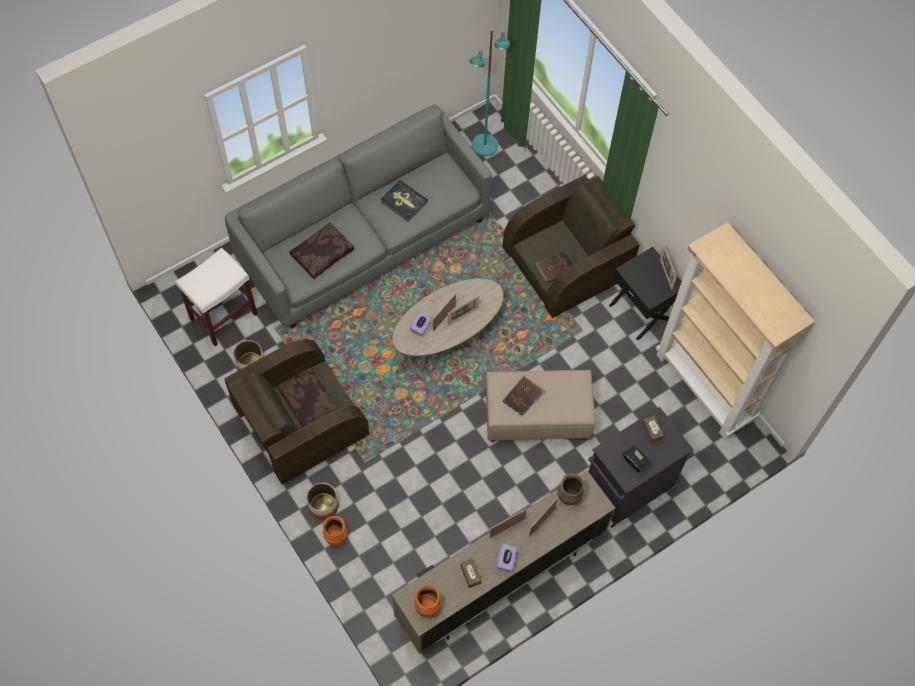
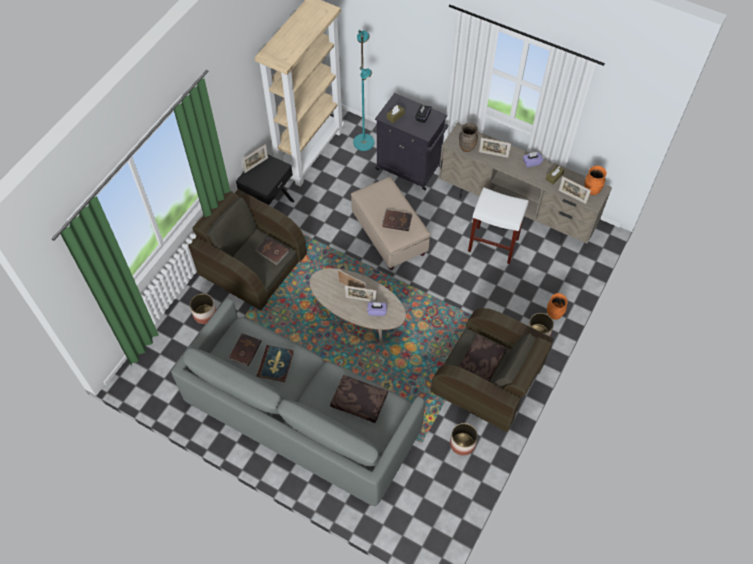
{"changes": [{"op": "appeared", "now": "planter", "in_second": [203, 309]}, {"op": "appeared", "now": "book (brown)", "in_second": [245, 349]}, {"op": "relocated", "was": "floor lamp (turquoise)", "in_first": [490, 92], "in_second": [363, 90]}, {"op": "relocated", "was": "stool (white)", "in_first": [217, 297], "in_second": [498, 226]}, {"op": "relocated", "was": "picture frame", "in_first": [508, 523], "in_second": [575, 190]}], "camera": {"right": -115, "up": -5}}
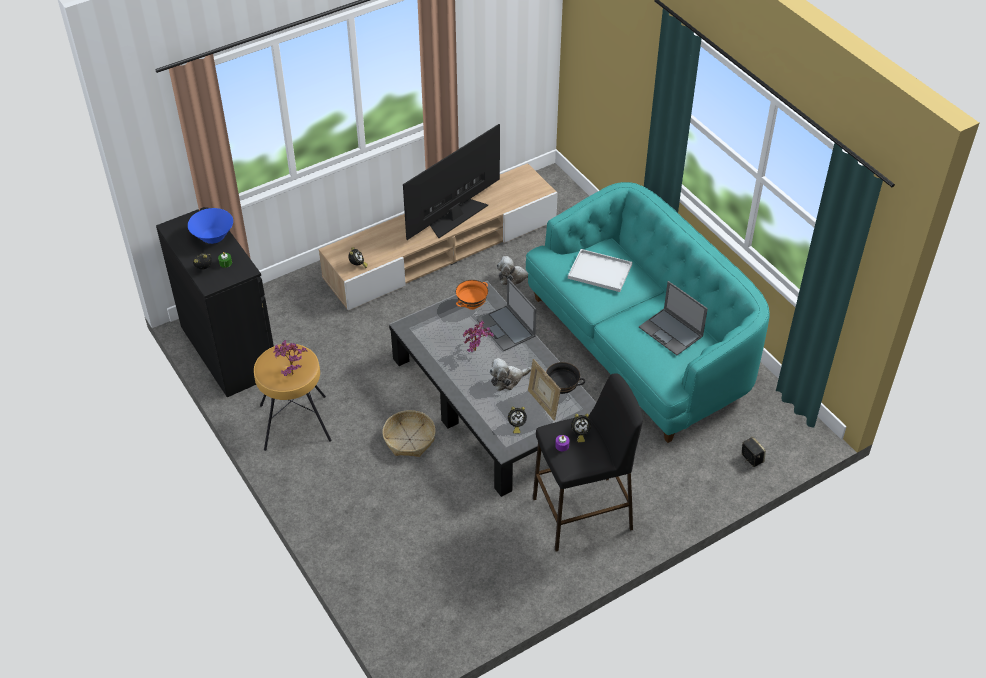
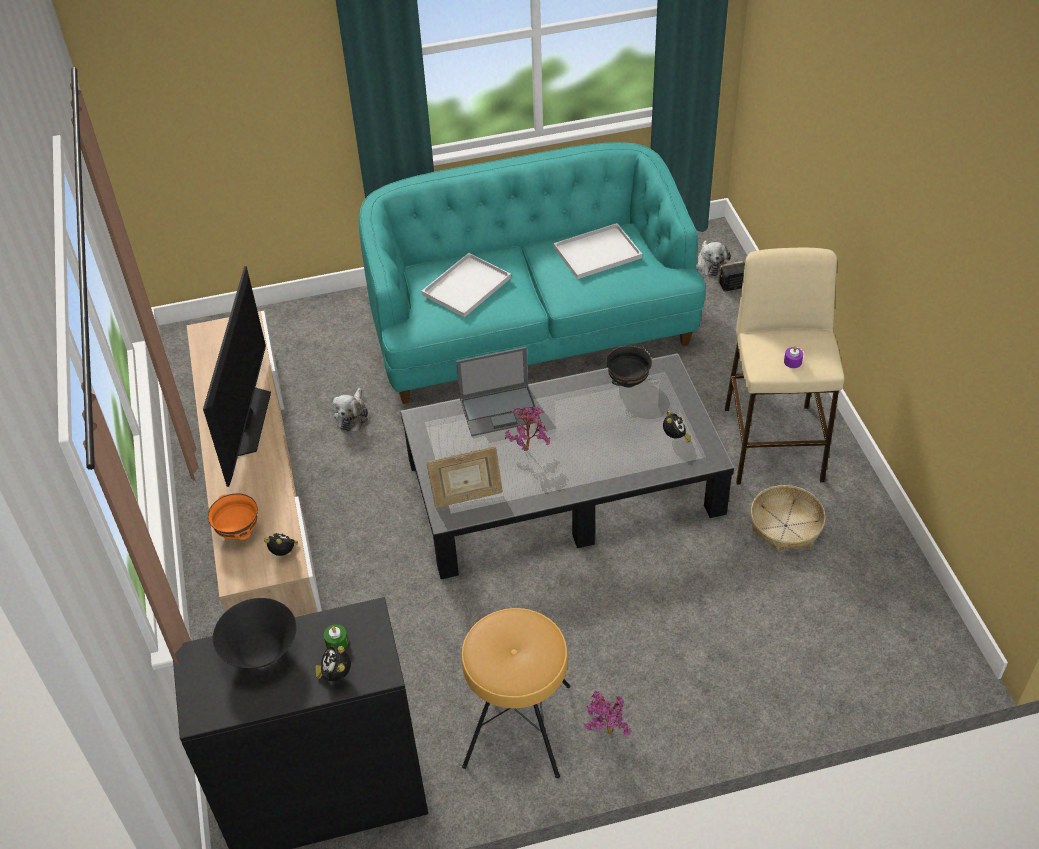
{"changes": [{"op": "spun", "was": "television", "in_first": [451, 182], "in_second": [237, 376], "clockwise": -150}, {"op": "relocated", "was": "bowl (orange)", "in_first": [472, 295], "in_second": [233, 516]}, {"op": "colour", "was": "bowl (blue)", "now": "bowl (black)", "in_first": [210, 226], "in_second": [255, 633]}, {"op": "relocated", "was": "picture frame", "in_first": [544, 390], "in_second": [464, 477]}, {"op": "exchanged", "was": "laptop", "now": "tray (white)", "in_first": [673, 318], "in_second": [598, 251]}, {"op": "relocated", "was": "potted plant", "in_first": [290, 358], "in_second": [607, 714]}, {"op": "relocated", "was": "plush toy", "in_first": [510, 374], "in_second": [713, 258]}, {"op": "colour", "was": "stool (black)", "now": "stool (beige)", "in_first": [588, 462], "in_second": [785, 366]}, {"op": "relocated", "was": "basket", "in_first": [409, 433], "in_second": [788, 518]}, {"op": "missing", "was": "alarm clock", "in_first": [581, 428]}], "camera": {"right": -70, "up": 0}}
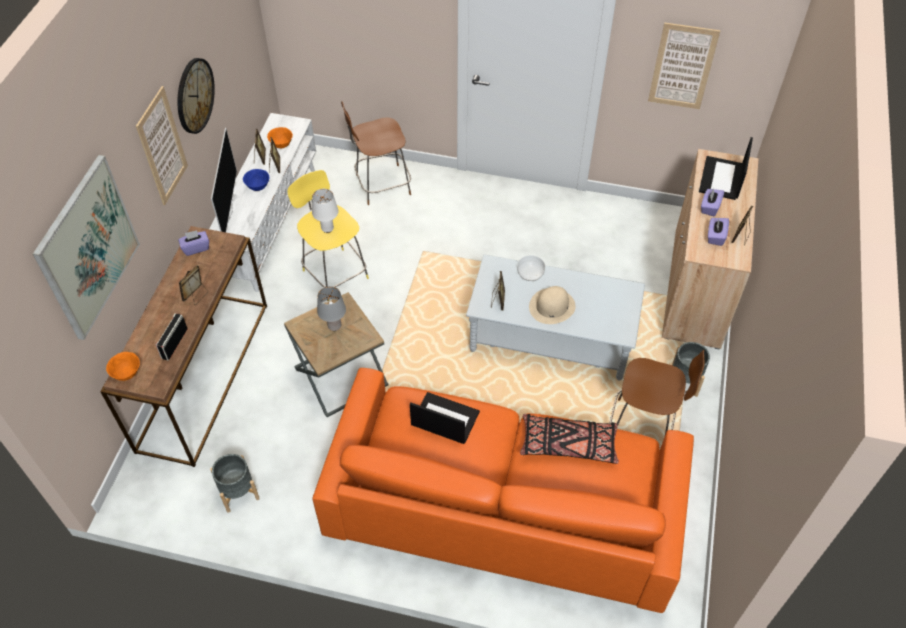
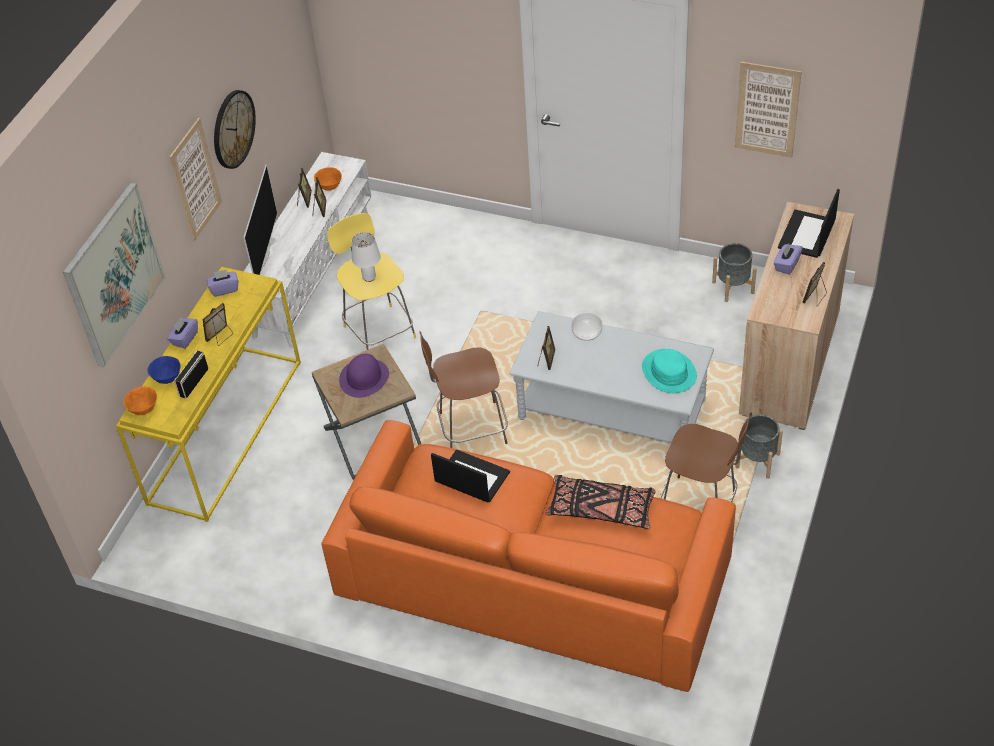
{"changes": [{"op": "colour", "was": "console table (brown)", "now": "console table (yellow)", "in_first": [183, 346], "in_second": [208, 394]}, {"op": "relocated", "was": "bowl (blue)", "in_first": [256, 180], "in_second": [164, 370]}, {"op": "relocated", "was": "tissue box (purple)", "in_first": [718, 232], "in_second": [182, 333]}, {"op": "exchanged", "was": "table lamp (grey)", "now": "hat (purple)", "in_first": [331, 308], "in_second": [364, 376]}, {"op": "relocated", "was": "stool (brown)", "in_first": [376, 153], "in_second": [464, 389]}, {"op": "appeared", "now": "hat (turquoise)", "in_second": [669, 371]}, {"op": "relocated", "was": "planter (grey)", "in_first": [235, 483], "in_second": [734, 272]}, {"op": "missing", "was": "hat (beige)", "in_first": [552, 305]}], "camera": {"right": 10, "up": -5}}
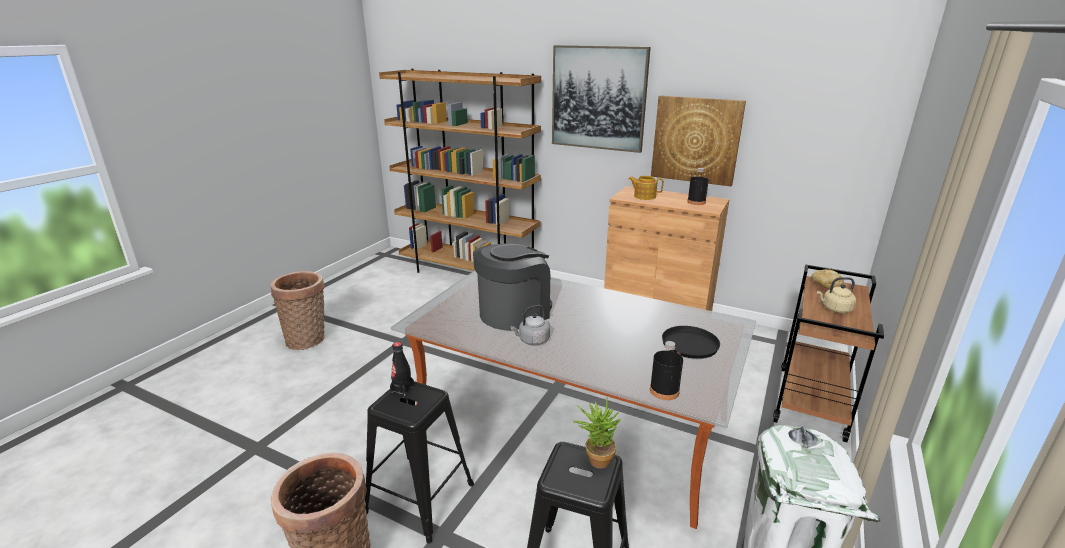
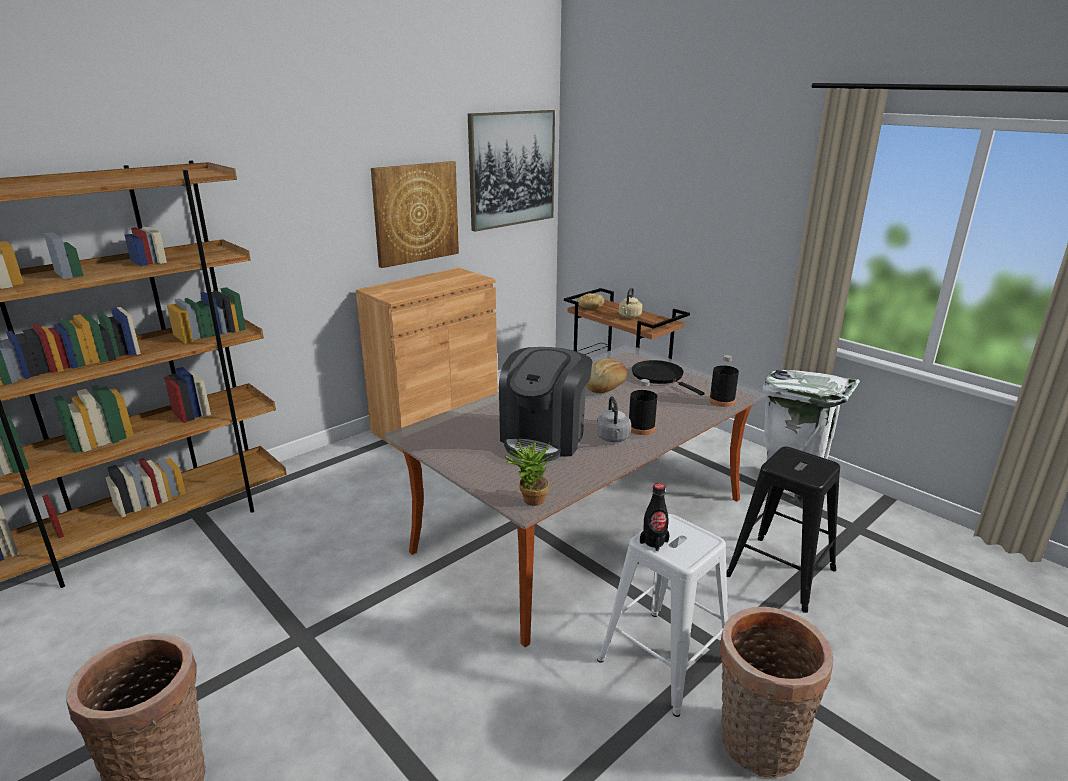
{"changes": [{"op": "relocated", "was": "picture", "in_first": [601, 99], "in_second": [511, 171]}, {"op": "spun", "was": "coffee machine", "in_first": [512, 287], "in_second": [546, 404], "clockwise": -135}, {"op": "relocated", "was": "potted plant", "in_first": [597, 433], "in_second": [528, 472]}, {"op": "appeared", "now": "bread", "in_second": [606, 375]}, {"op": "colour", "was": "stool (black)", "now": "stool (white)", "in_first": [419, 462], "in_second": [662, 615]}, {"op": "relocated", "was": "bottle (black)", "in_first": [698, 186], "in_second": [643, 407]}, {"op": "missing", "was": "teapot", "in_first": [645, 188]}], "camera": {"right": -70, "up": 0}}
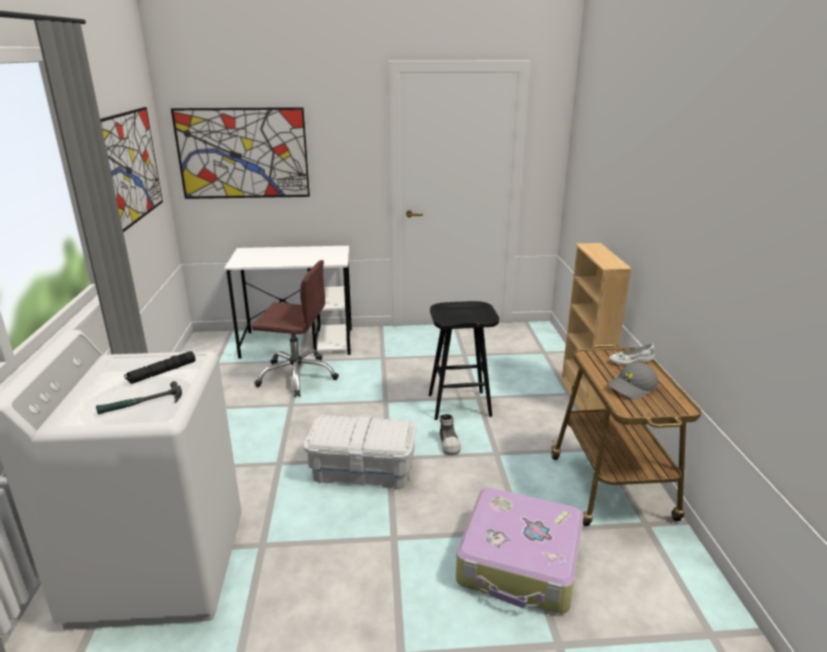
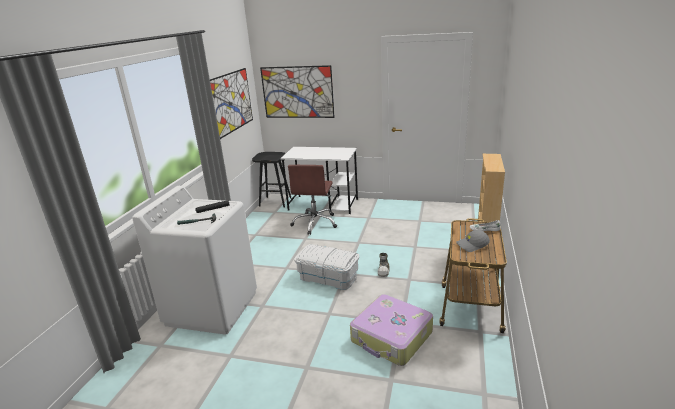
{"changes": [{"op": "relocated", "was": "stool (black)", "in_first": [464, 360], "in_second": [272, 180]}, {"op": "spun", "was": "office chair (brown)", "in_first": [295, 328], "in_second": [312, 200], "clockwise": 75}], "camera": {"right": 20, "up": 0}}
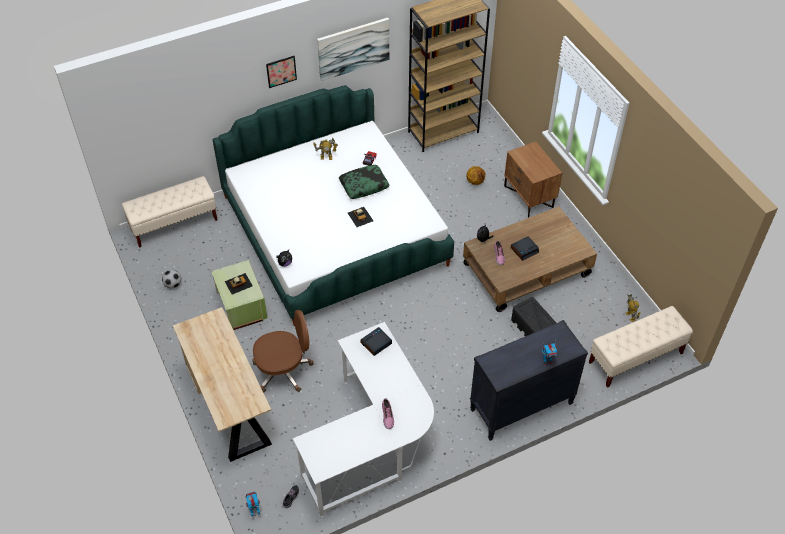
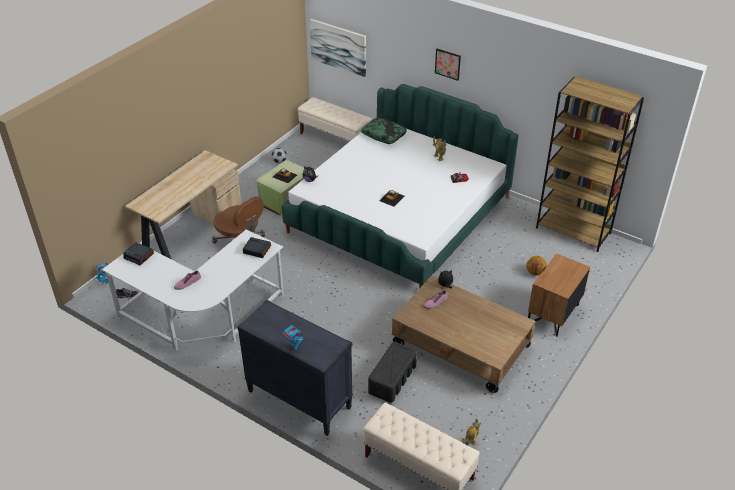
{"changes": [{"op": "relocated", "was": "alarm clock", "in_first": [525, 248], "in_second": [138, 254]}, {"op": "relocated", "was": "picture", "in_first": [353, 49], "in_second": [338, 48]}, {"op": "relocated", "was": "pillow", "in_first": [364, 182], "in_second": [384, 131]}], "camera": {"right": 60, "up": -10}}
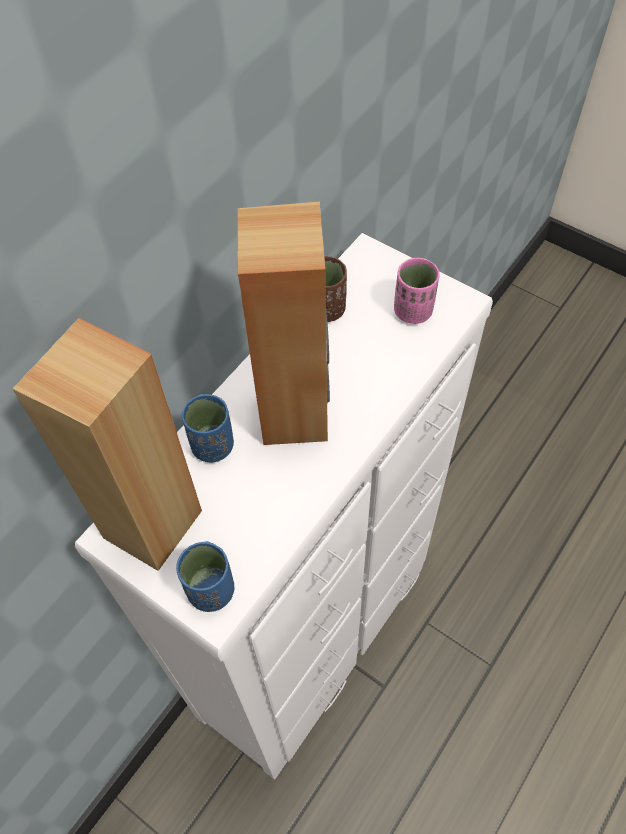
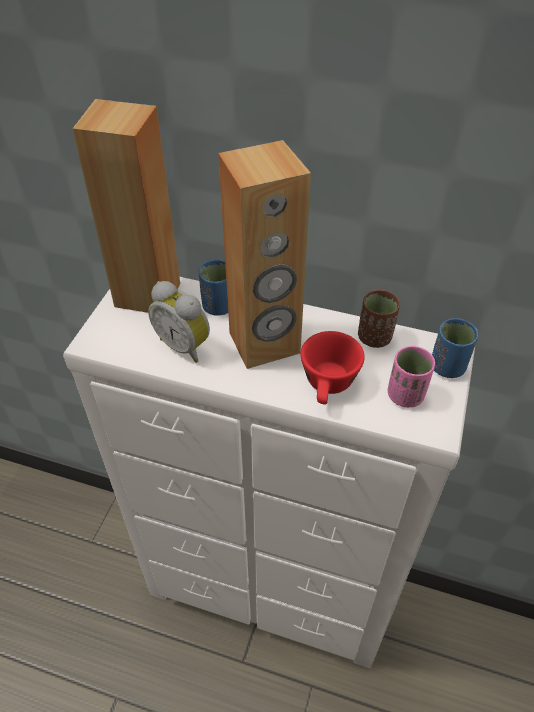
{"changes": [{"op": "appeared", "now": "alarm clock", "in_second": [179, 322]}, {"op": "appeared", "now": "cup (red)", "in_second": [333, 367]}, {"op": "relocated", "was": "cup (blue)", "in_first": [205, 576], "in_second": [455, 348]}], "camera": {"right": 70, "up": -10}}
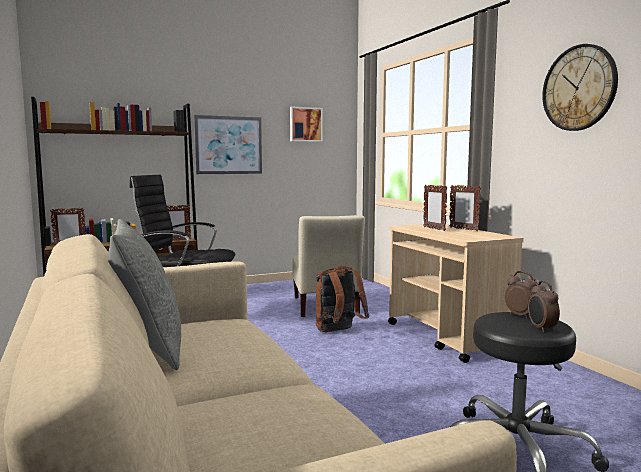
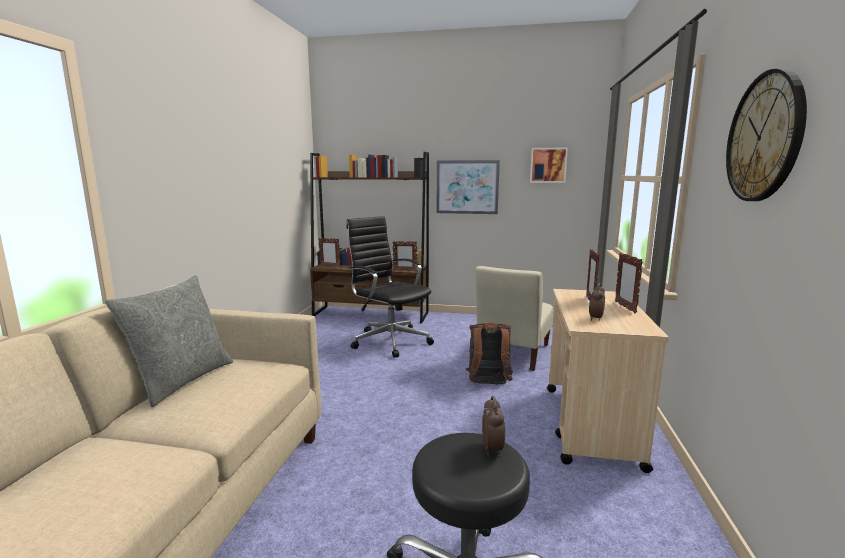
{"changes": [{"op": "relocated", "was": "alarm clock", "in_first": [544, 307], "in_second": [597, 302]}], "camera": {"right": 35, "up": 5}}
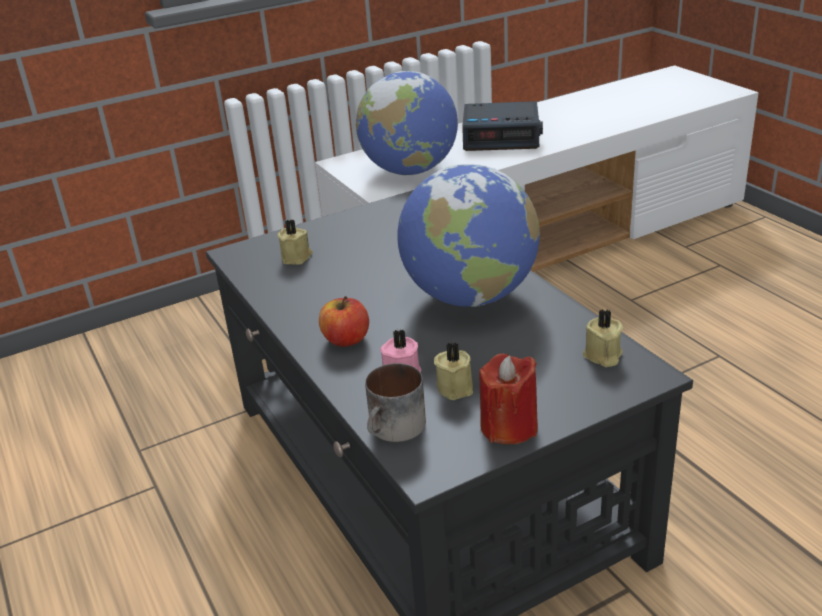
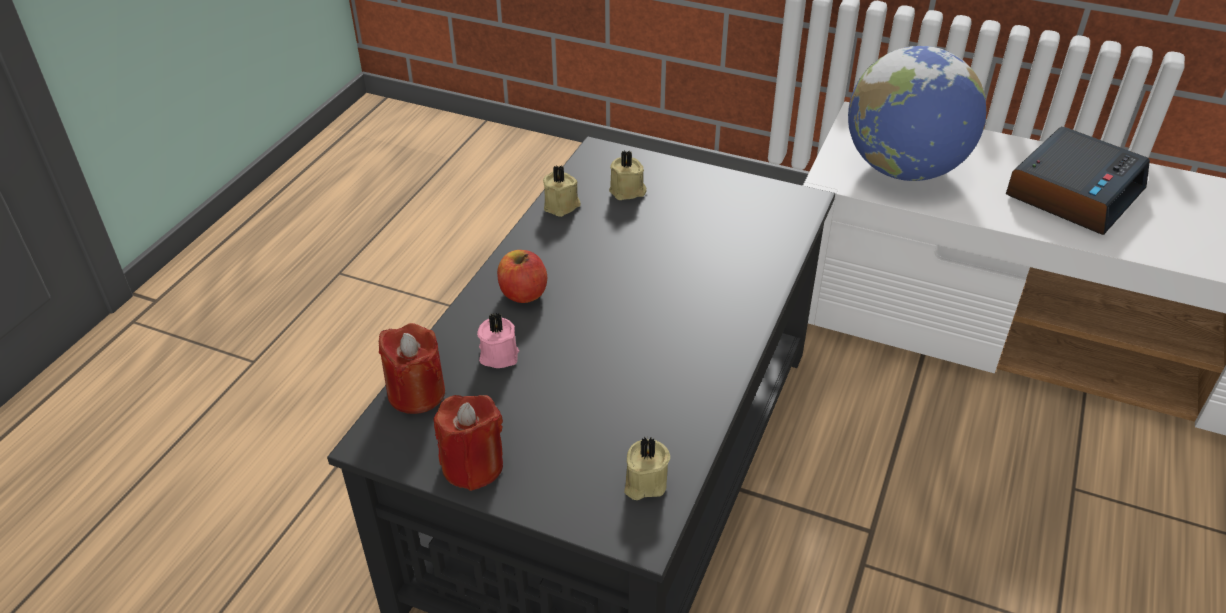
{"changes": [{"op": "exchanged", "was": "mug", "now": "candle (red)", "in_first": [395, 402], "in_second": [412, 368]}, {"op": "relocated", "was": "candle (beige)", "in_first": [453, 371], "in_second": [562, 191]}, {"op": "spun", "was": "alarm clock", "in_first": [502, 126], "in_second": [1078, 181], "clockwise": -105}, {"op": "missing", "was": "globe", "in_first": [468, 235]}], "camera": {"right": 50, "up": 10}}
